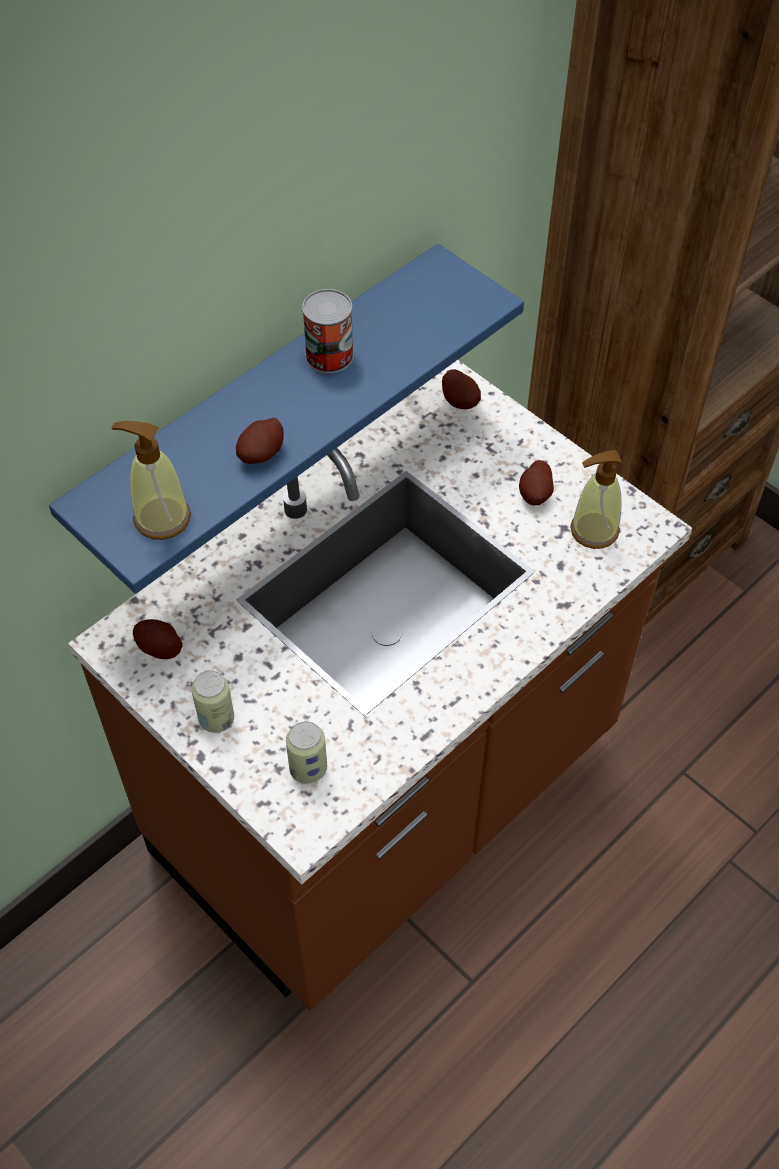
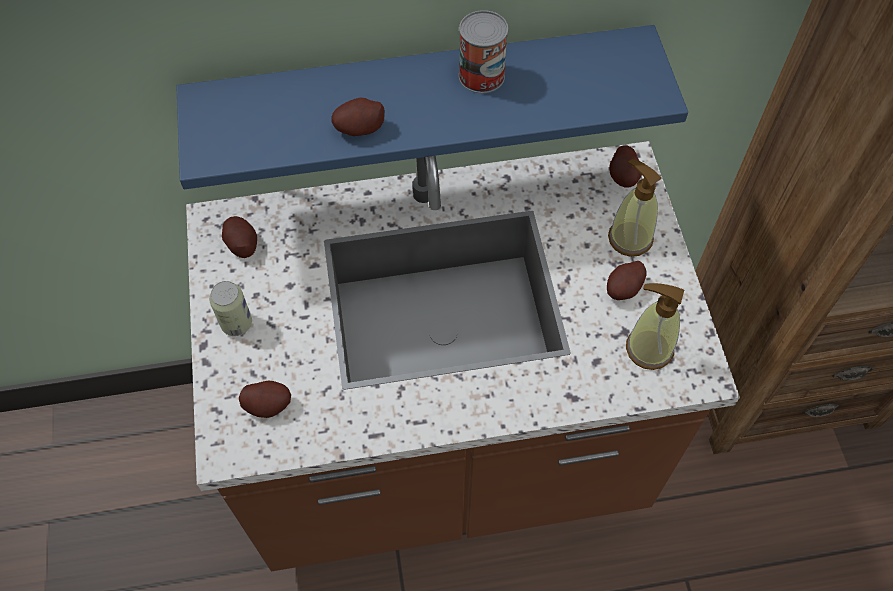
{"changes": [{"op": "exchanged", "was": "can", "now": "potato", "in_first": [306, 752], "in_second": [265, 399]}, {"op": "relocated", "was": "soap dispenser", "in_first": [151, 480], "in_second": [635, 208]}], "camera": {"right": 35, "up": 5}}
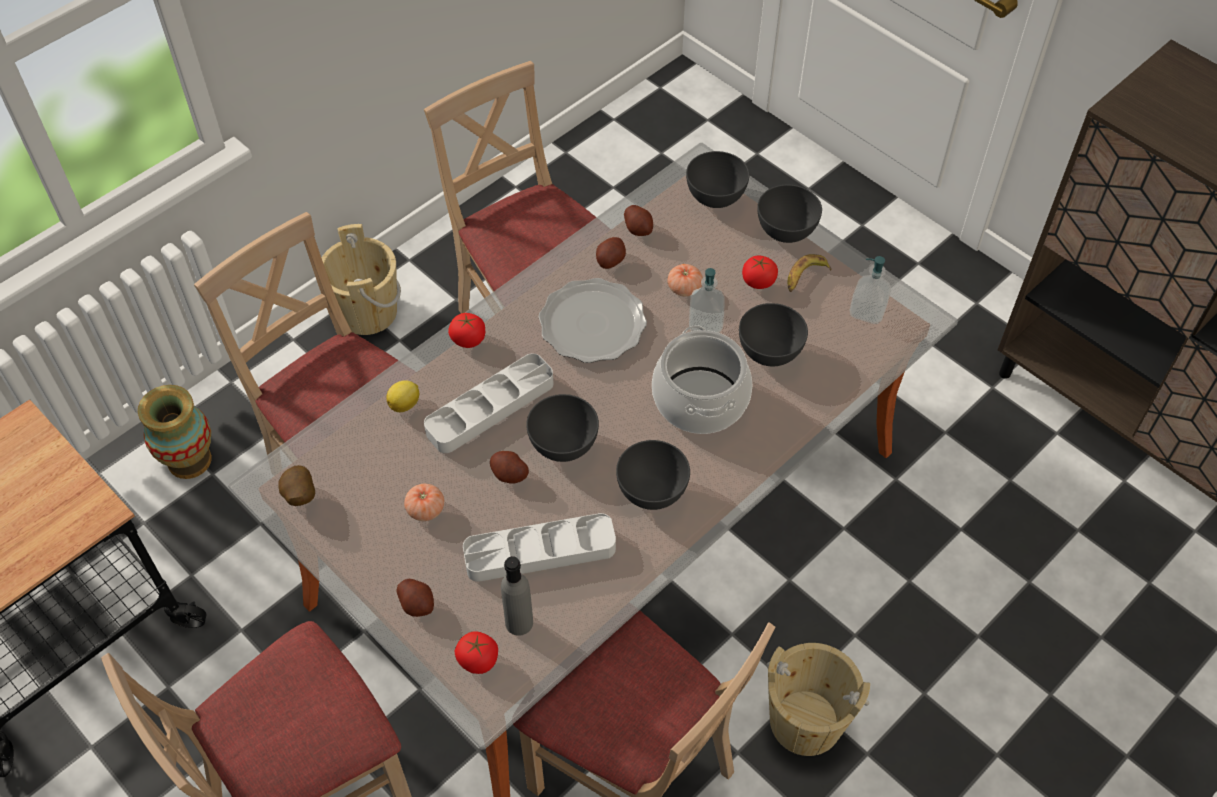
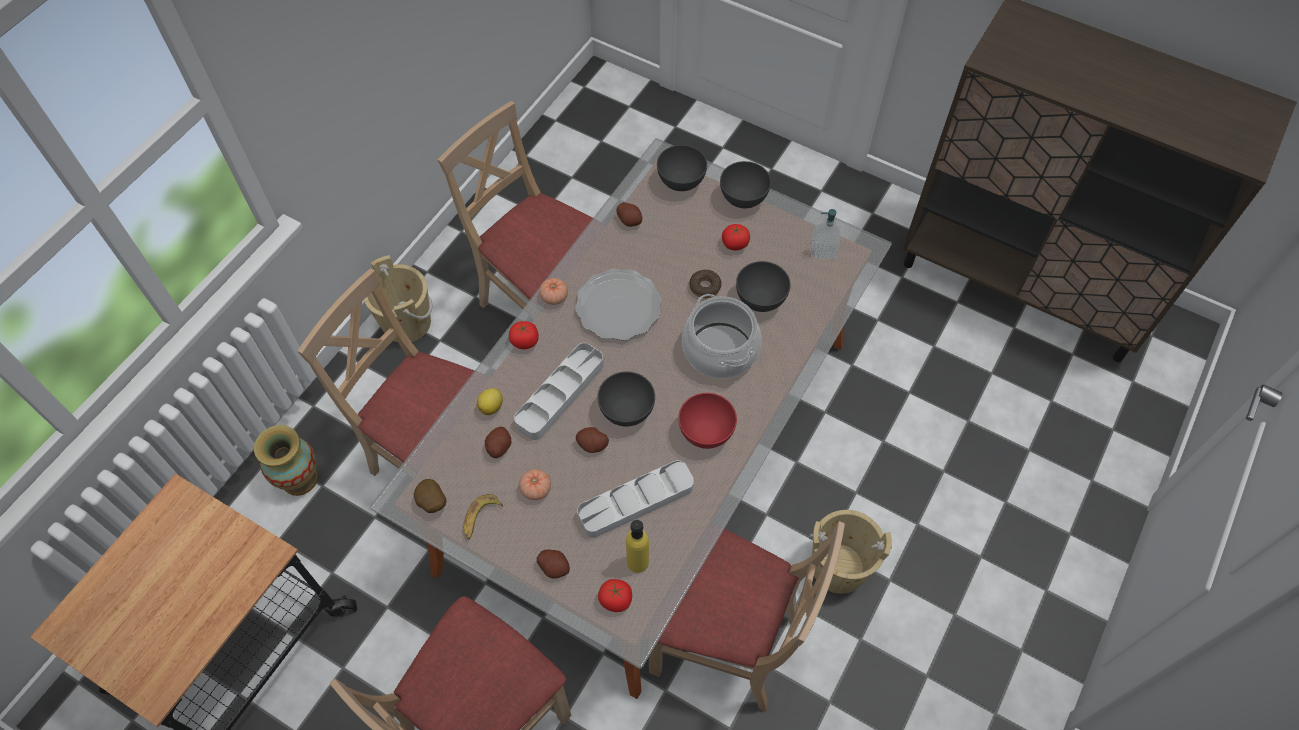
{"changes": [{"op": "relocated", "was": "banana", "in_first": [809, 273], "in_second": [483, 516]}, {"op": "relocated", "was": "potato", "in_first": [611, 253], "in_second": [498, 442]}, {"op": "relocated", "was": "tomato", "in_first": [685, 280], "in_second": [553, 291]}, {"op": "colour", "was": "bottle (grey)", "now": "bottle (yellow)", "in_first": [517, 596], "in_second": [637, 546]}, {"op": "colour", "was": "bowl (grey)", "now": "bowl (red)", "in_first": [653, 475], "in_second": [707, 421]}, {"op": "exchanged", "was": "soap dispenser", "now": "donut", "in_first": [707, 300], "in_second": [705, 284]}], "camera": {"right": -15, "up": 5}}
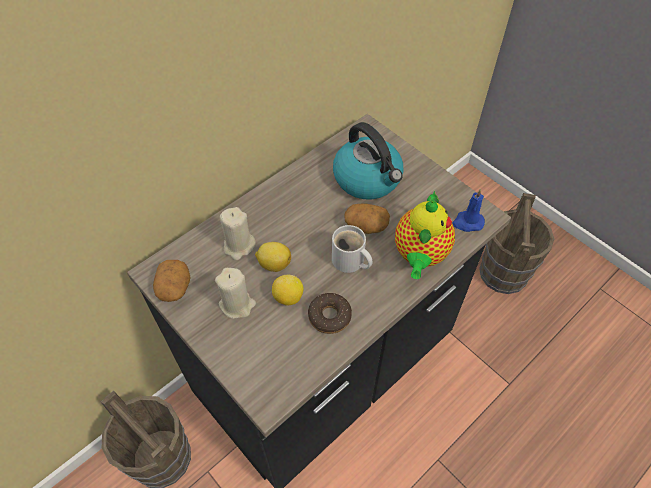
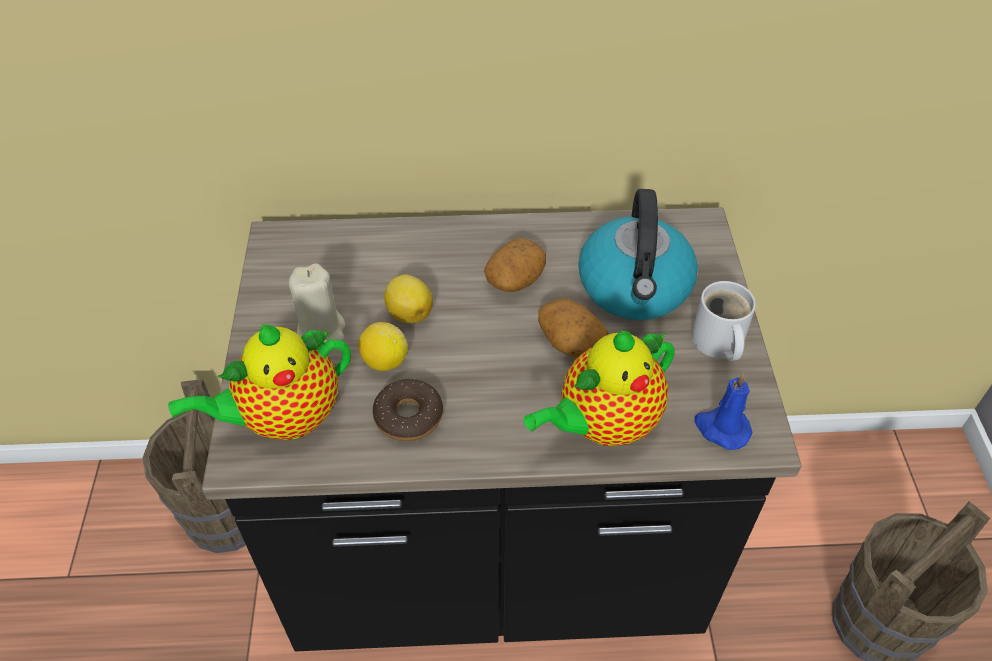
{"changes": [{"op": "appeared", "now": "teapot", "in_second": [259, 382]}, {"op": "relocated", "was": "potato", "in_first": [172, 281], "in_second": [515, 265]}, {"op": "relocated", "was": "mug (white)", "in_first": [352, 249], "in_second": [724, 321]}, {"op": "missing", "was": "candle (beige)", "in_first": [238, 233]}], "camera": {"right": 40, "up": -5}}
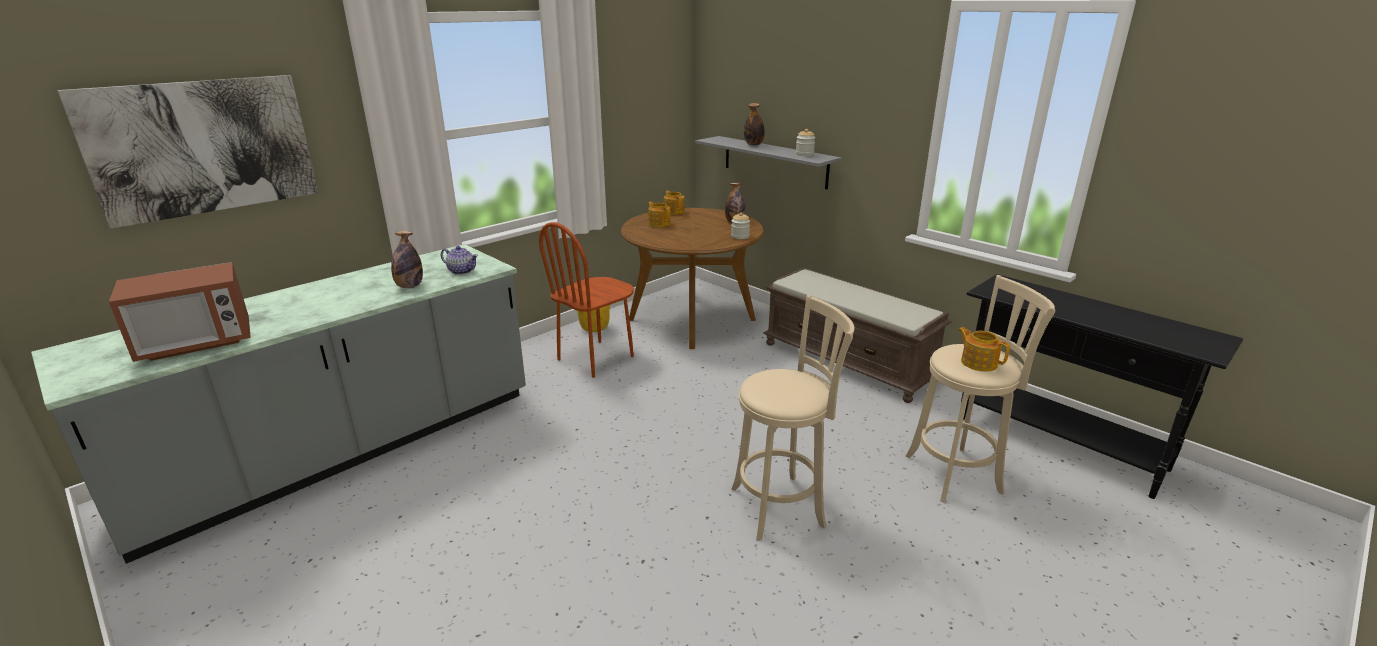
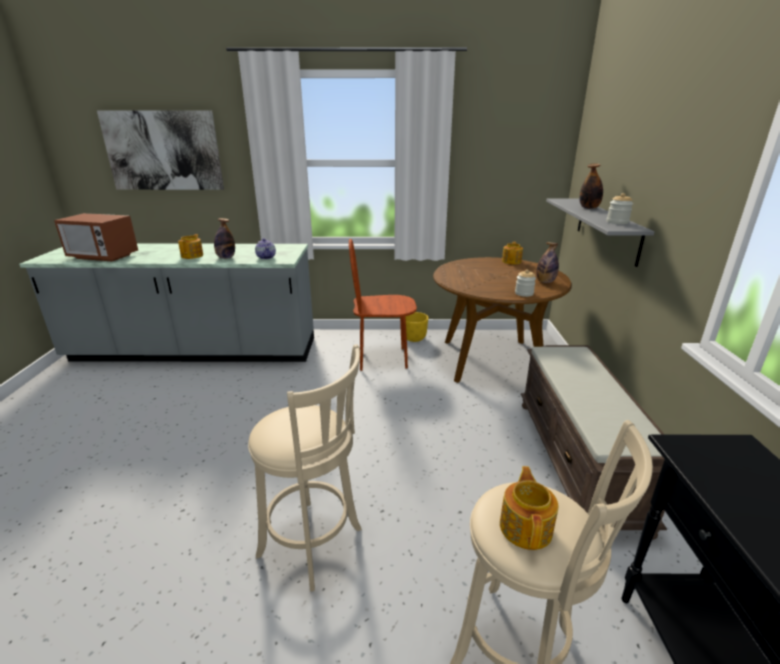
{"changes": [{"op": "relocated", "was": "teapot", "in_first": [659, 214], "in_second": [190, 246]}], "camera": {"right": 45, "up": 0}}
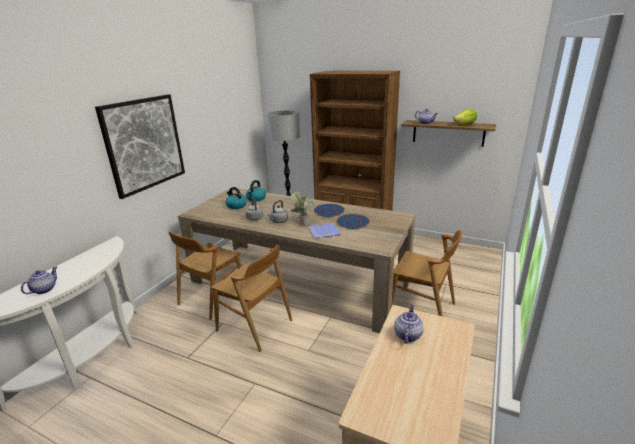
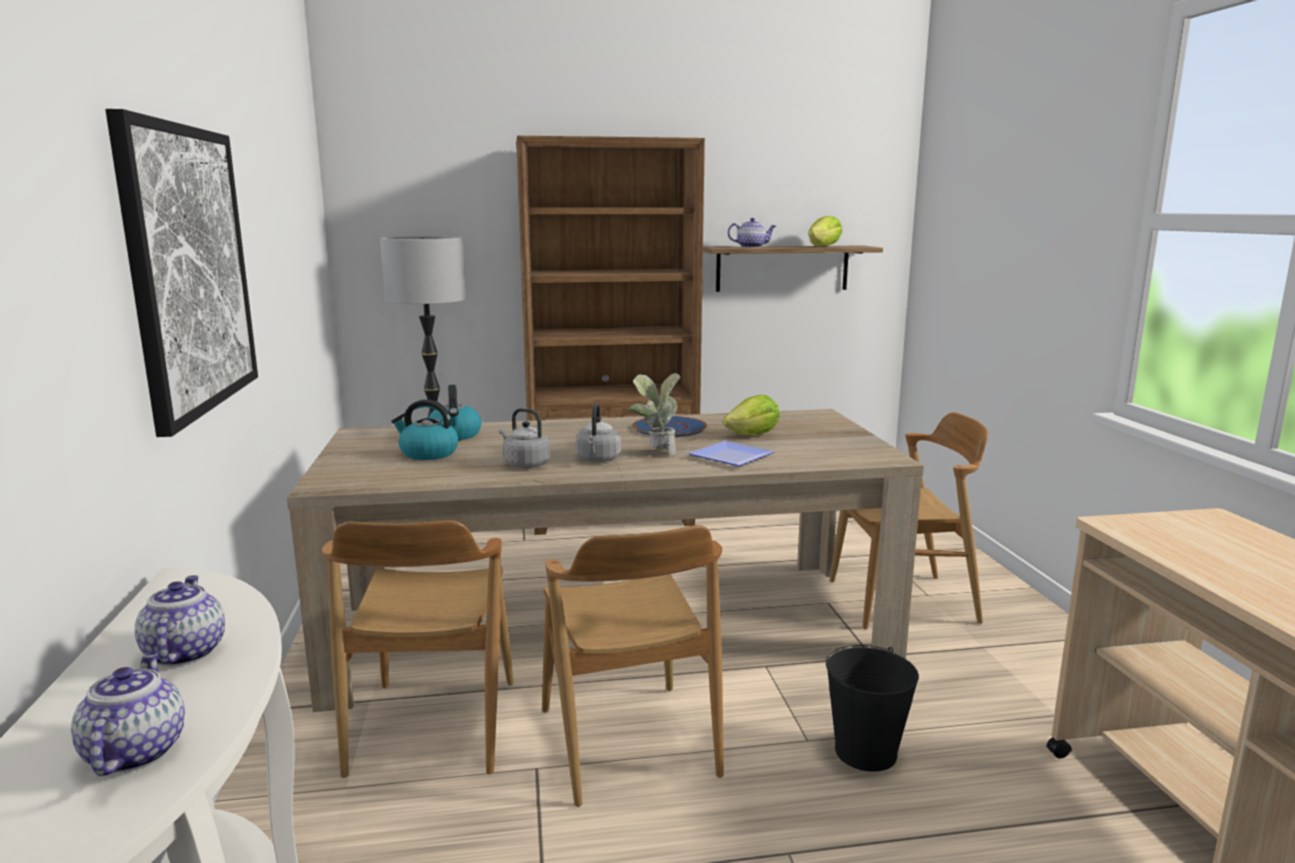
{"changes": [{"op": "relocated", "was": "teapot", "in_first": [409, 324], "in_second": [180, 620]}, {"op": "spun", "was": "chair (brown)", "in_first": [251, 298], "in_second": [633, 666], "clockwise": 75}, {"op": "exchanged", "was": "plate (blue)", "now": "lettuce", "in_first": [353, 221], "in_second": [751, 415]}, {"op": "appeared", "now": "bucket (black)", "in_second": [872, 708]}], "camera": {"right": -35, "up": -10}}
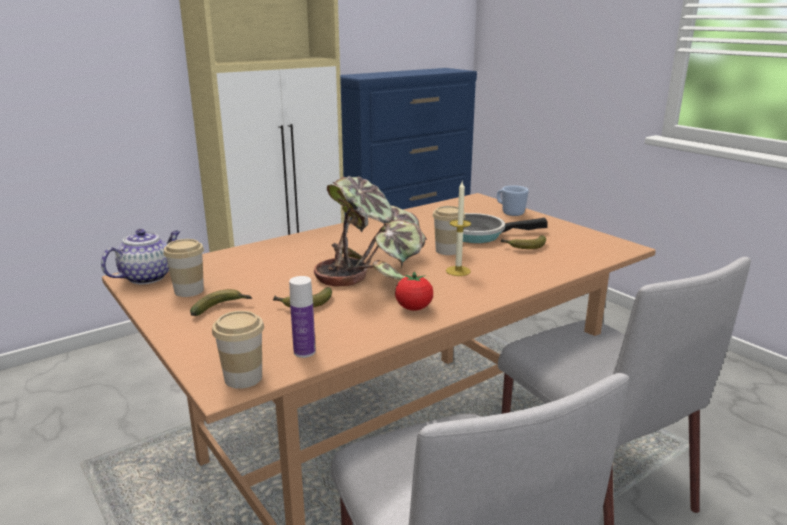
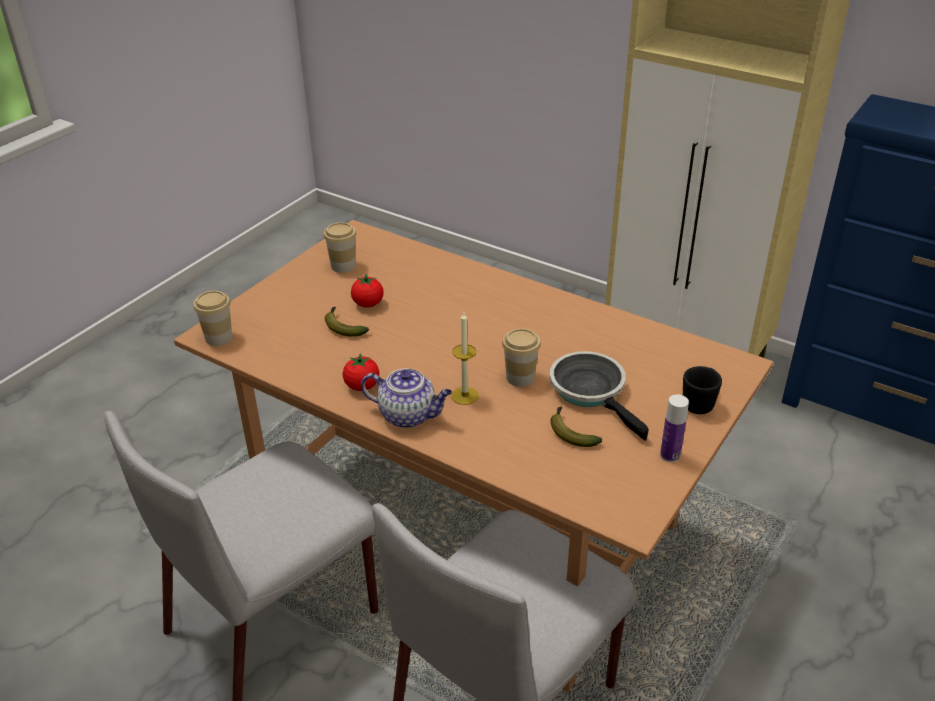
{"changes": [{"op": "appeared", "now": "tomato", "in_second": [367, 290]}, {"op": "relocated", "was": "teapot", "in_first": [140, 256], "in_second": [406, 398]}, {"op": "relocated", "was": "bottle", "in_first": [302, 317], "in_second": [674, 428]}, {"op": "colour", "was": "mug (blue)", "now": "mug (black)", "in_first": [513, 200], "in_second": [702, 390]}, {"op": "missing", "was": "banana", "in_first": [221, 302]}, {"op": "missing", "was": "potted plant", "in_first": [370, 231]}], "camera": {"right": 70, "up": 15}}
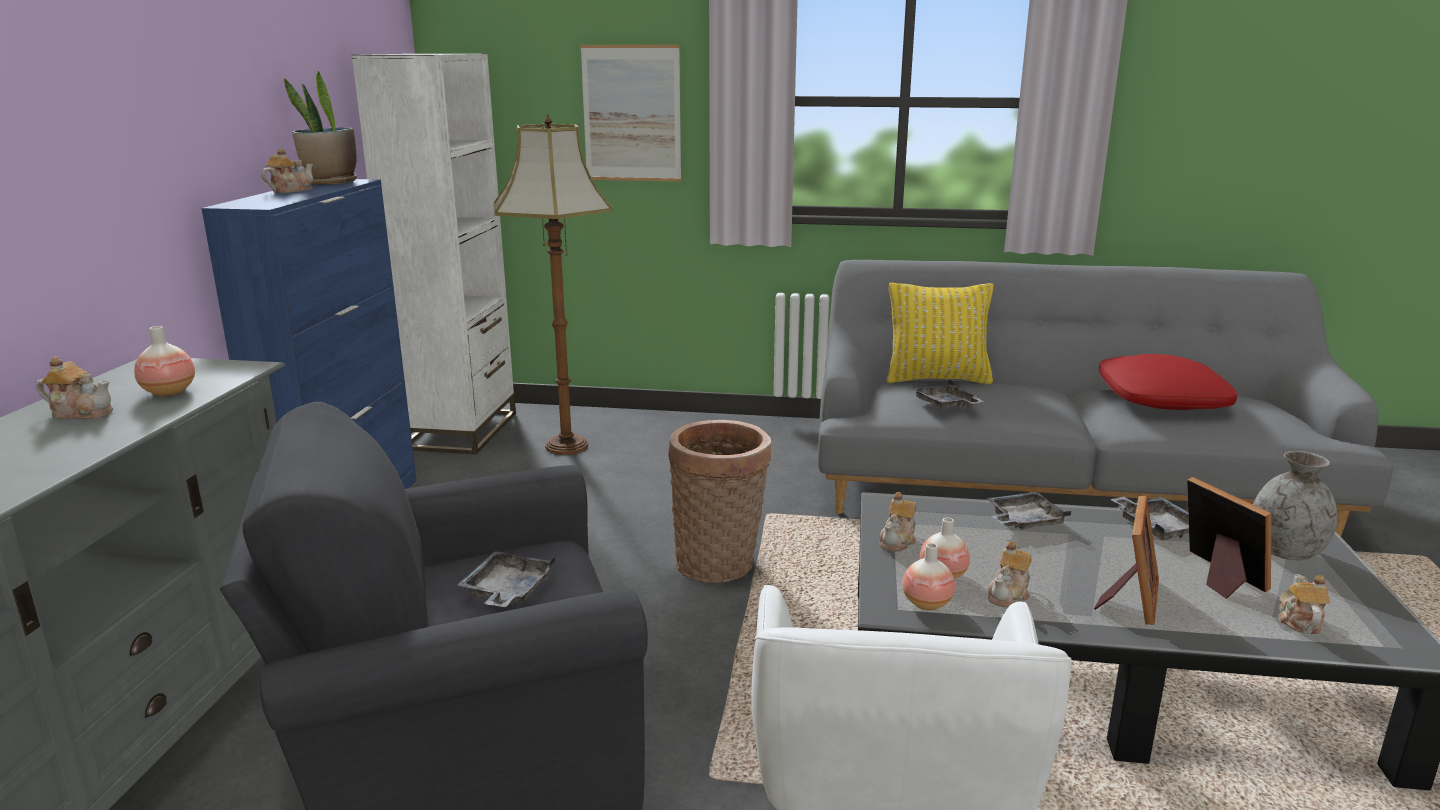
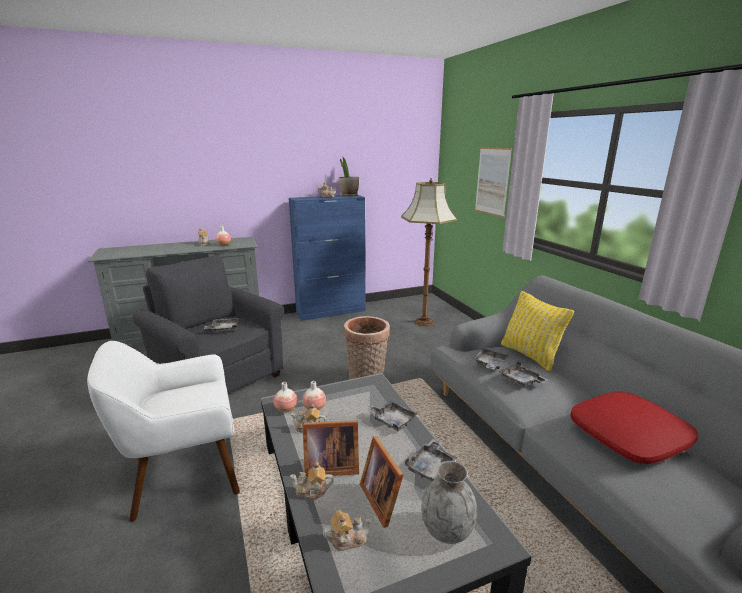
{"changes": [{"op": "relocated", "was": "teapot", "in_first": [897, 521], "in_second": [312, 481]}, {"op": "spun", "was": "picture frame", "in_first": [1229, 538], "in_second": [382, 482], "clockwise": 120}, {"op": "appeared", "now": "tray (grey)", "in_second": [523, 374]}, {"op": "missing", "was": "bookcase (white)", "in_first": [433, 254]}], "camera": {"right": 60, "up": 0}}
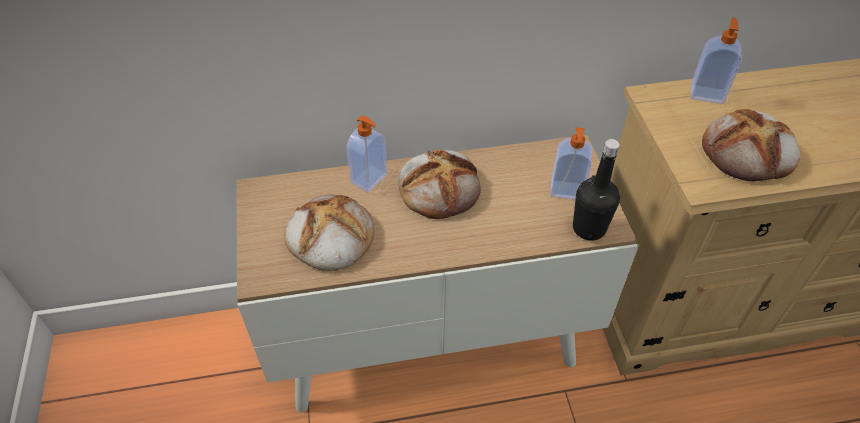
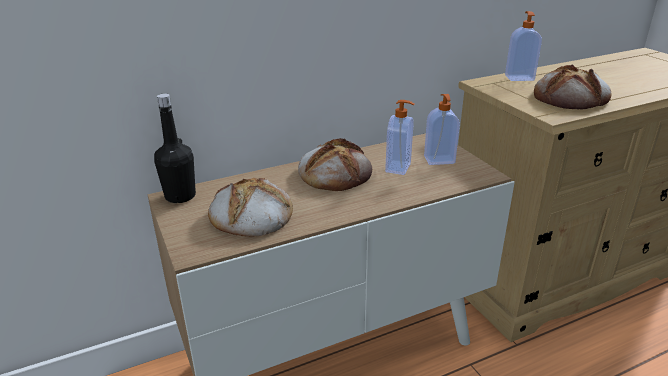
{"changes": [{"op": "relocated", "was": "bottle (black)", "in_first": [596, 190], "in_second": [175, 148]}, {"op": "relocated", "was": "soap dispenser", "in_first": [366, 153], "in_second": [399, 137]}], "camera": {"right": -15, "up": -20}}
